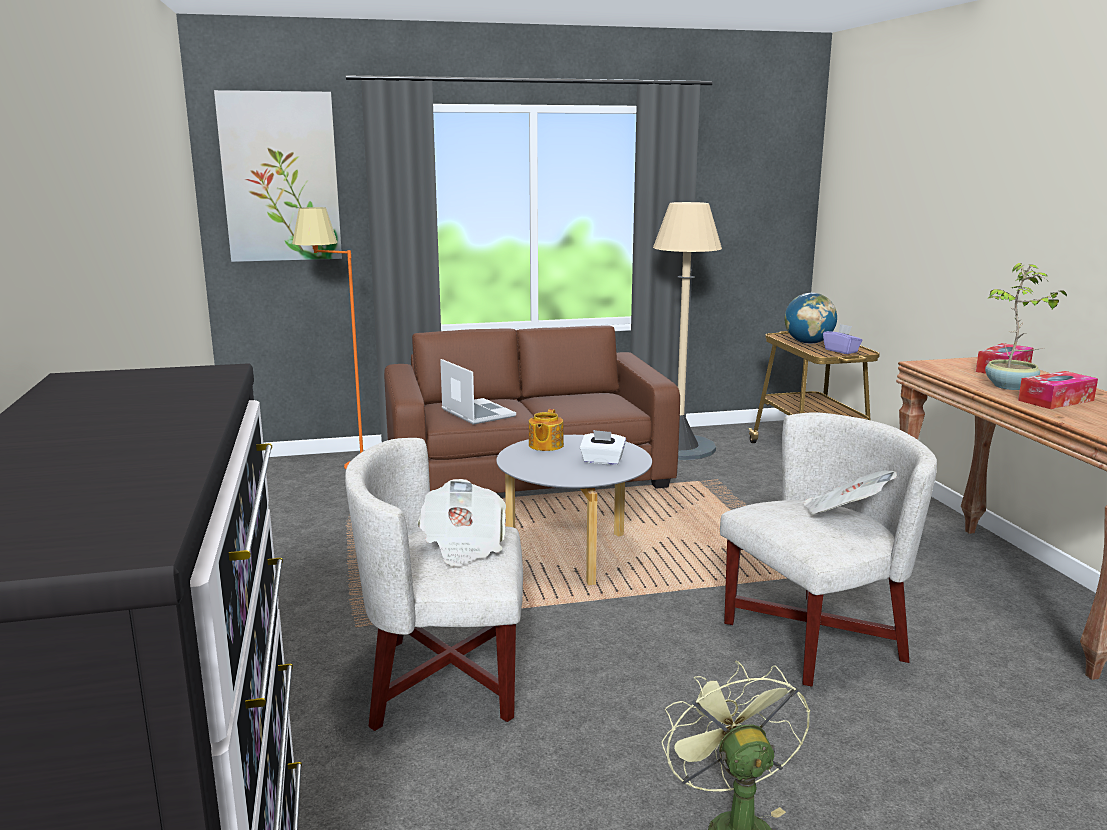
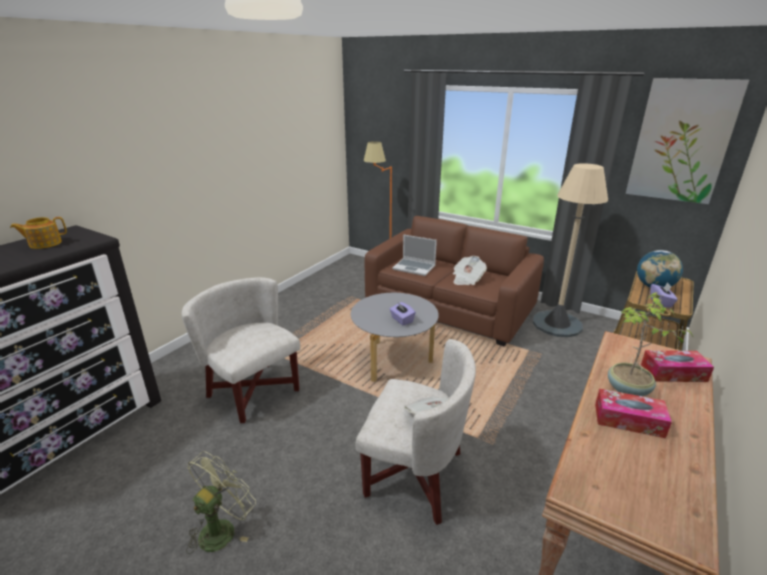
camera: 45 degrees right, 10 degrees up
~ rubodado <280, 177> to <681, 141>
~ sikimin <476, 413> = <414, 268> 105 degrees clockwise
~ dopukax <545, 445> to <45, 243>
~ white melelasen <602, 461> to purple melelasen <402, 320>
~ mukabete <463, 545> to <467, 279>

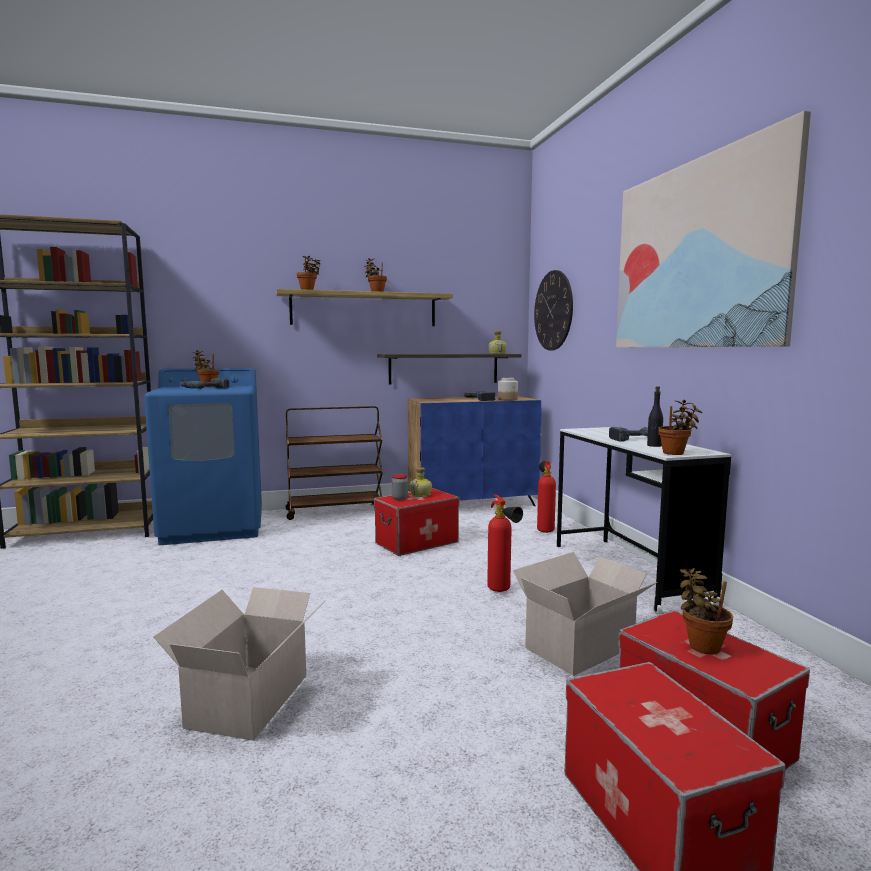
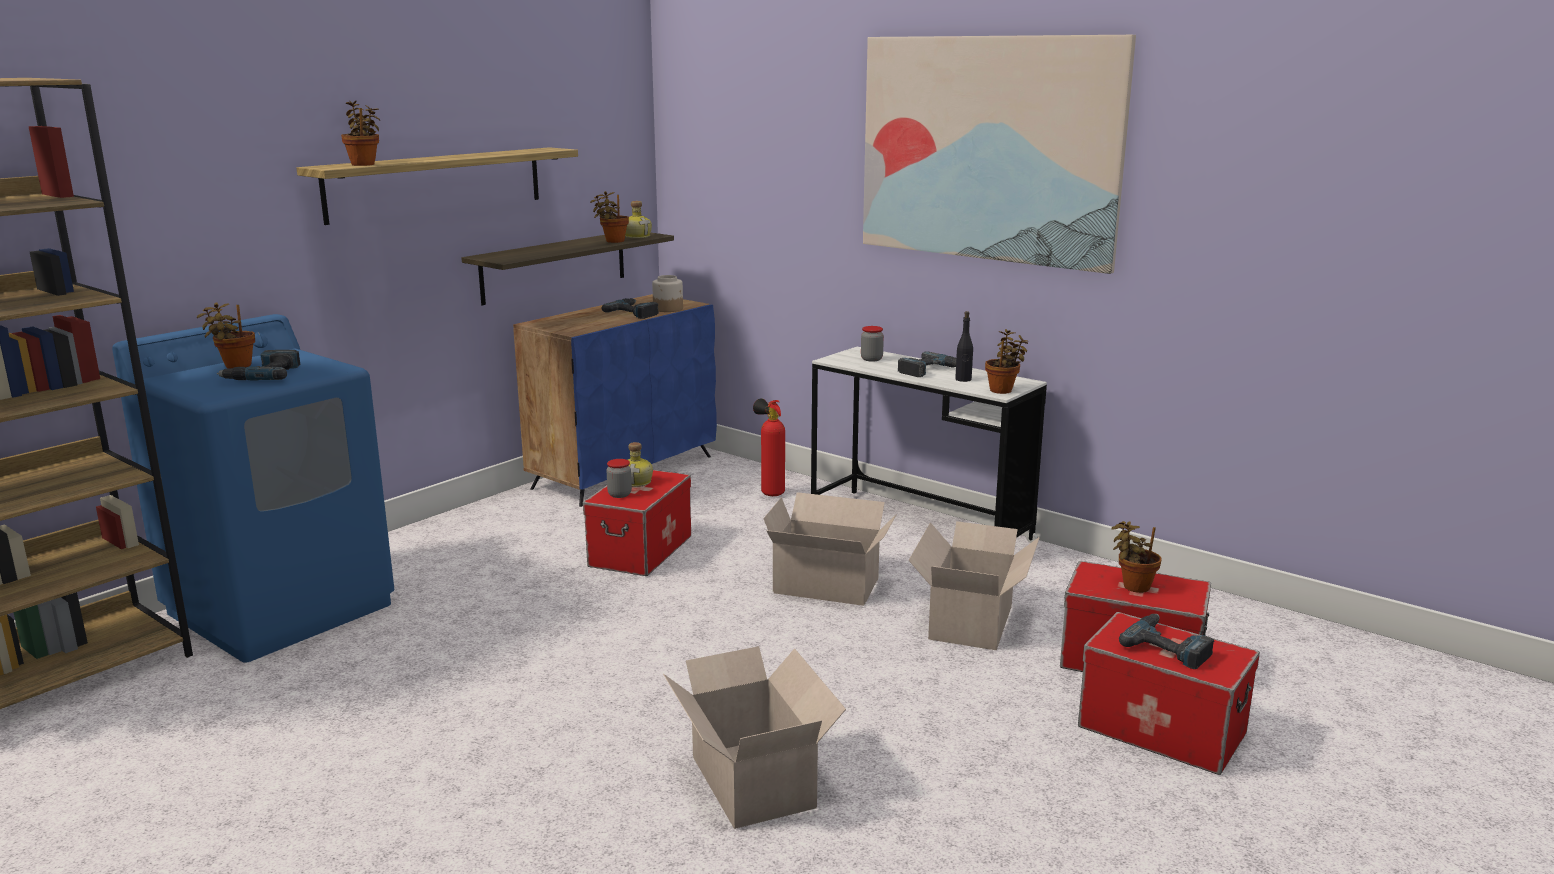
camera: 35 degrees left, 10 degrees up
~ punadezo <376, 292> to <612, 241>
- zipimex <553, 310>
- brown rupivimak <335, 511>
~ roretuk <502, 591> to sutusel <829, 586>
+ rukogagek <871, 359>
+ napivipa <1168, 647>

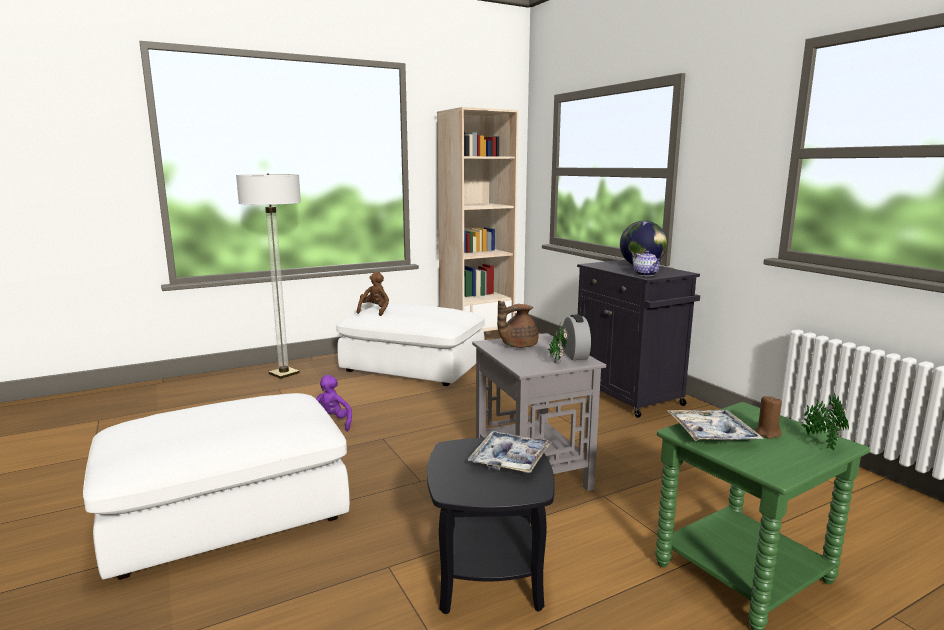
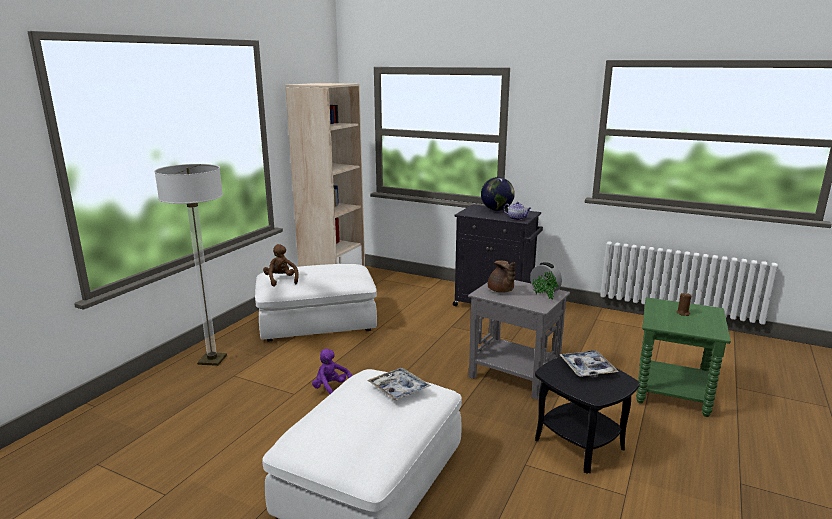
camera: 35 degrees left, 5 degrees up
~ brown dopukax <517, 345> = <501, 290> 45 degrees counterclockwise
- punadezo <821, 443>
~ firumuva <711, 433> to <398, 389>

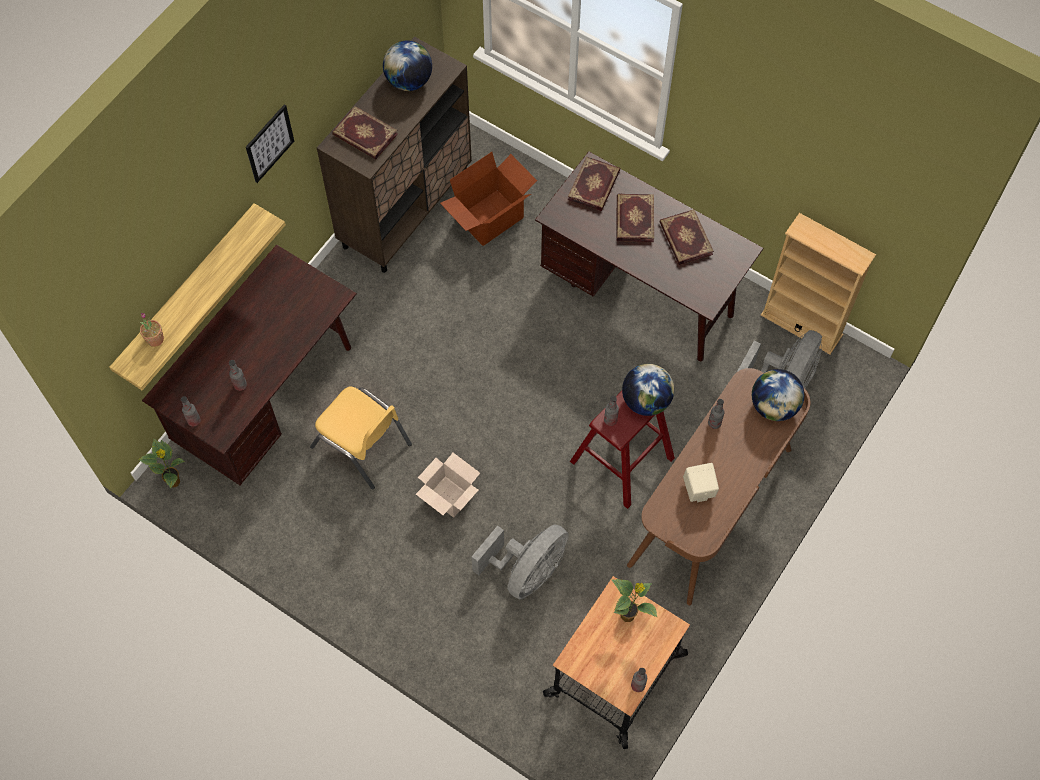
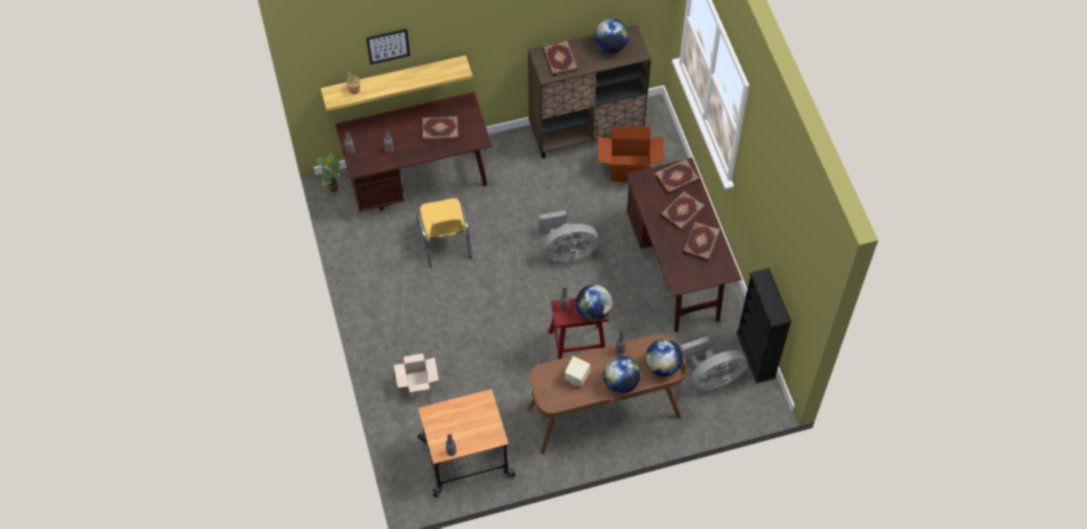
camera: 40 degrees right, 5 degrees down
~ rubodado <269, 143> to <388, 46>
~ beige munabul <801, 325> to black munabul <755, 355>
~ sutusel <448, 496> to <417, 383>
~ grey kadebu <527, 571> to <566, 251>
- punadezo <628, 615>
+ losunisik <440, 129>
+ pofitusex <621, 383>

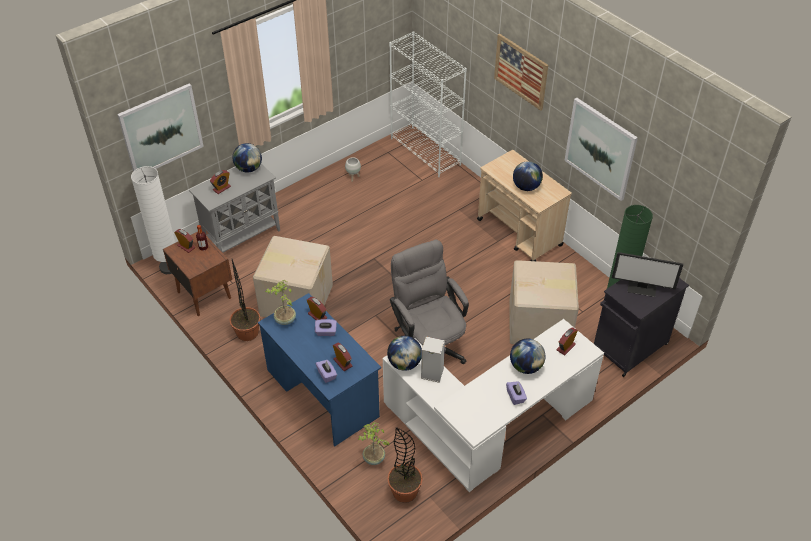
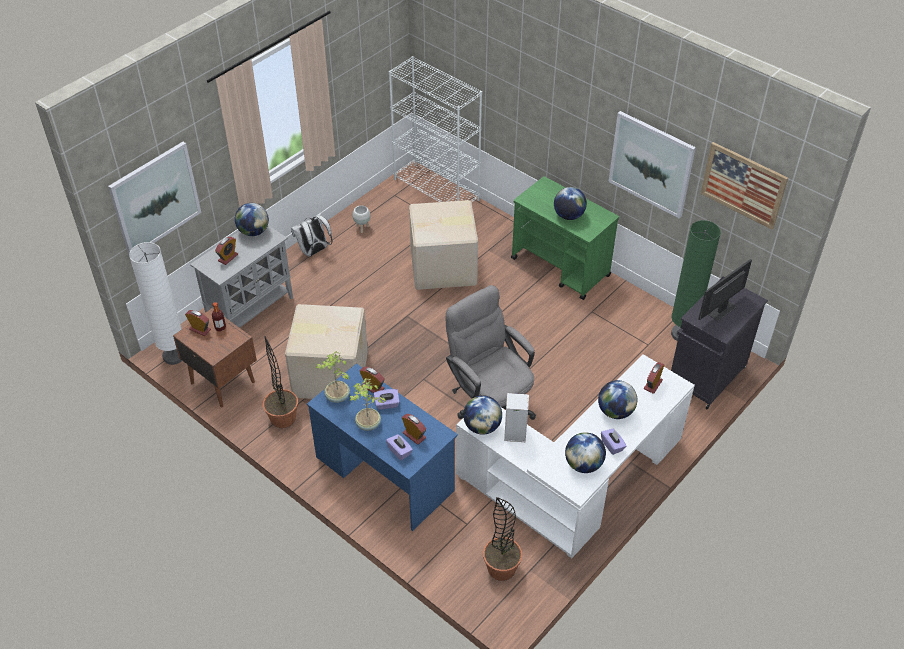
camera: 10 degrees left, 0 degrees up
~ rubodado <521, 71> to <743, 185>
~ beige rupivimak <519, 233> to green rupivimak <561, 267>
~ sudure <642, 288> = <720, 310> 135 degrees clockwise
~ sutusel <540, 324> to <444, 268>
~ punadezo <373, 459> to <368, 425>
+ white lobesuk <314, 251>
+ pofitusex <583, 464>

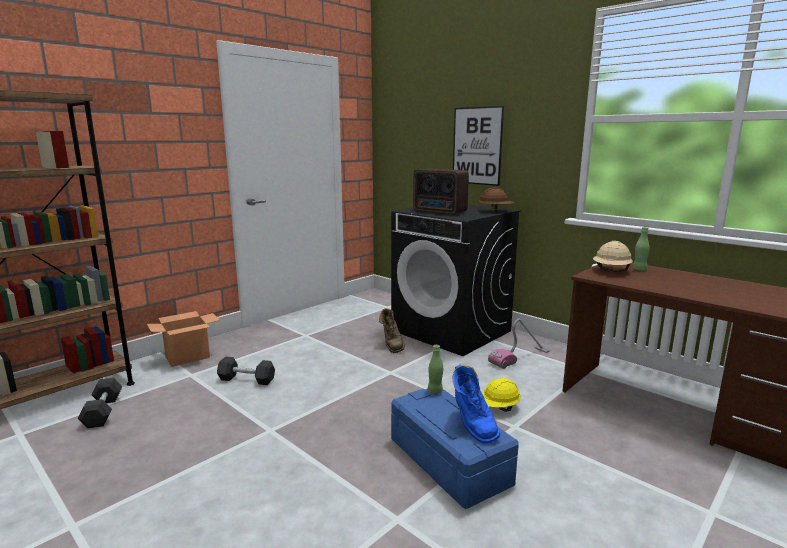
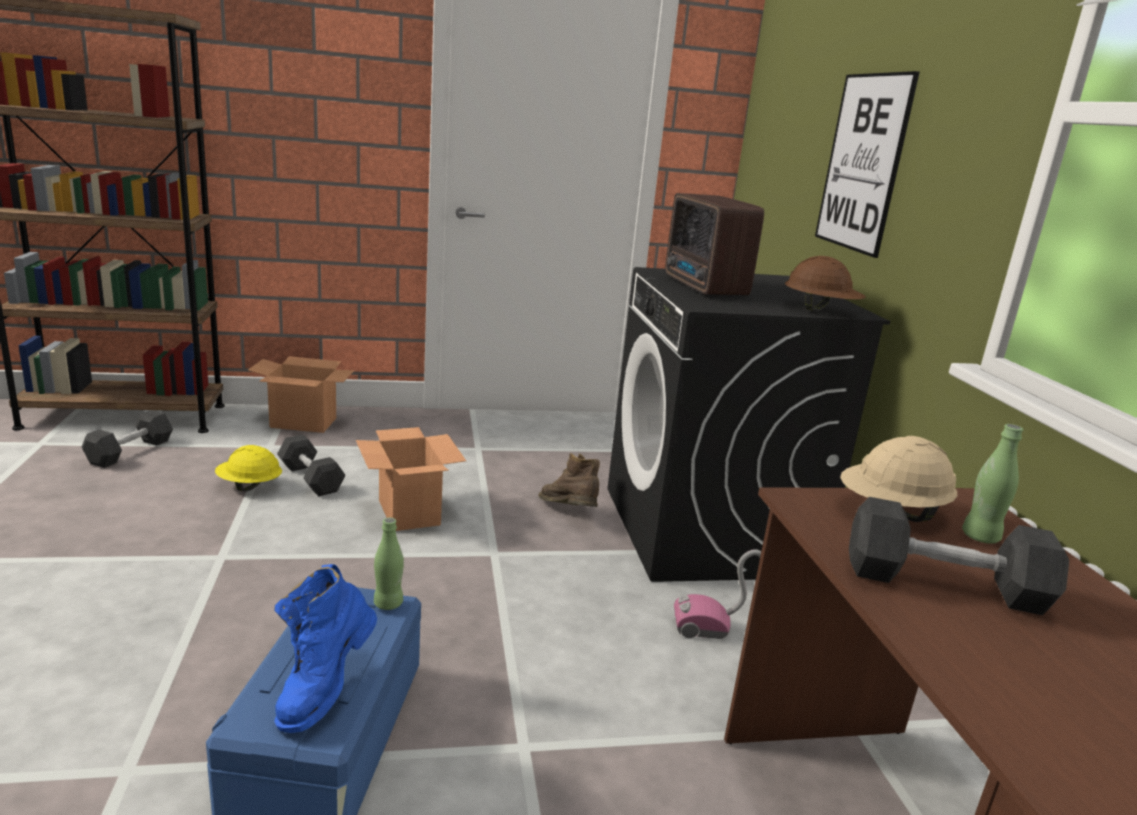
camera: 35 degrees right, 5 degrees up
~ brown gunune <392, 345> = <569, 513> 120 degrees clockwise
~ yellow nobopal <498, 408> to <249, 486>
+ sutusel <408, 512>
+ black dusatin <944, 584>

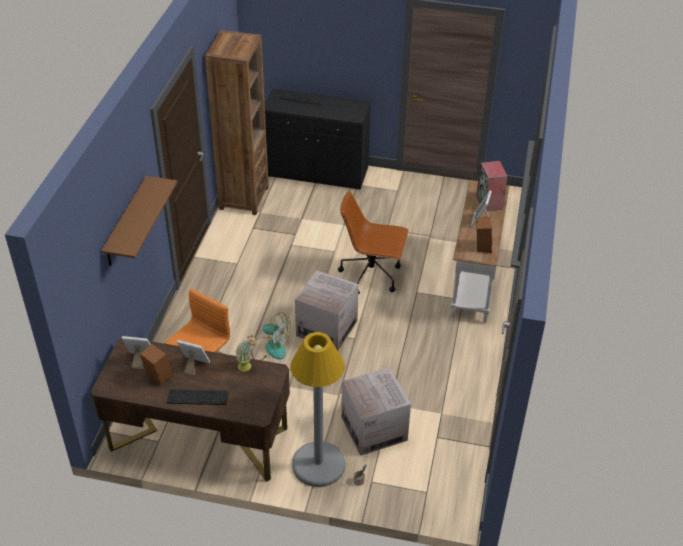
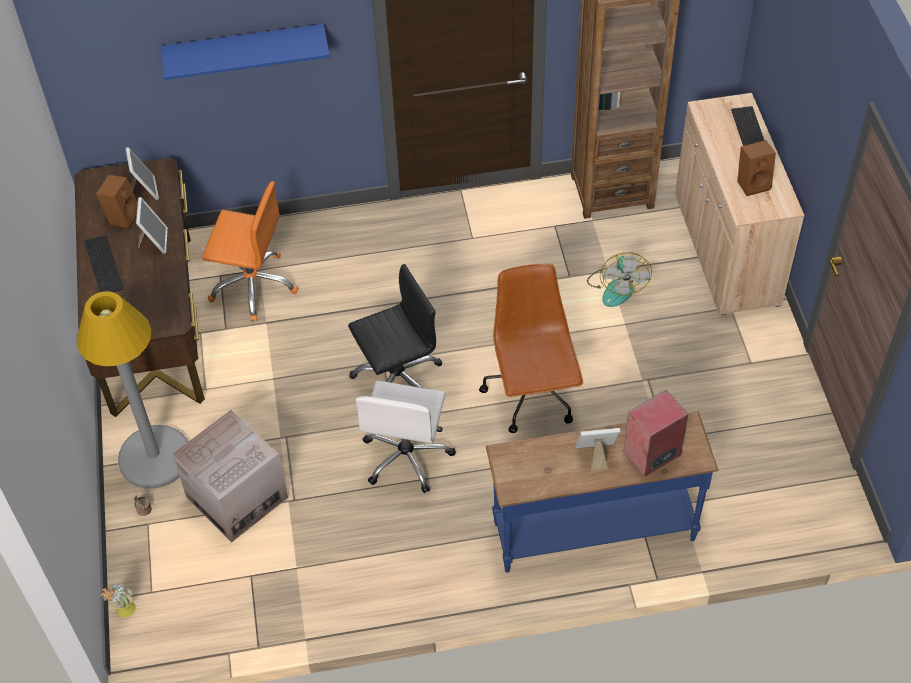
camera: 70 degrees right, 10 degrees up
~ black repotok <317, 172> to beige repotok <726, 249>
~ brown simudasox <126, 222> to blue simudasox <245, 49>
~ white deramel <474, 281> to blue deramel <593, 529>
~ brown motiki <481, 246> to <753, 183>
~ sutusel <327, 328> to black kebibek <398, 381>
~ kadebu <270, 348> to <616, 287>
~ punadezo <247, 367> to <125, 613>
+ white kebibek <407, 456>

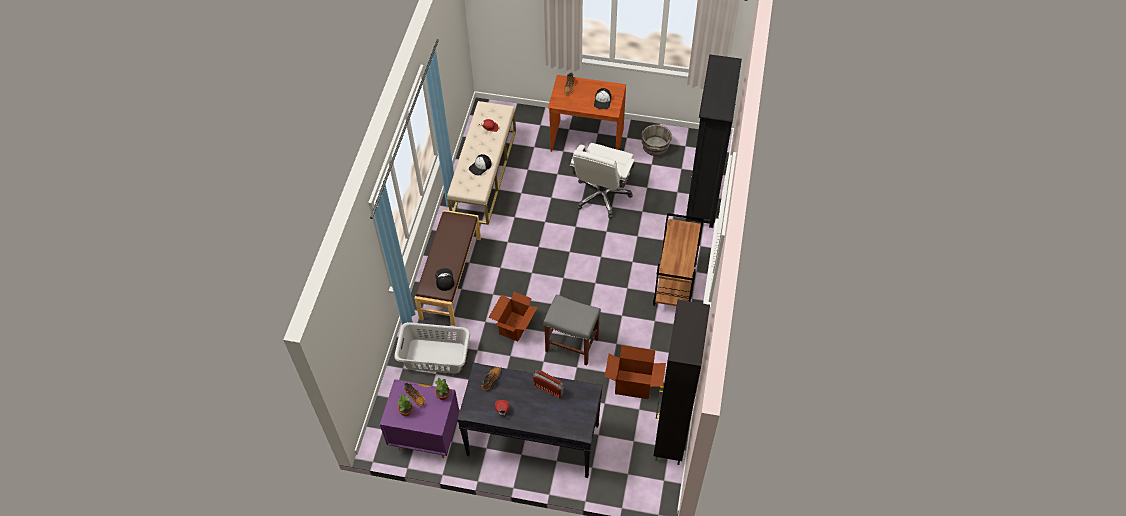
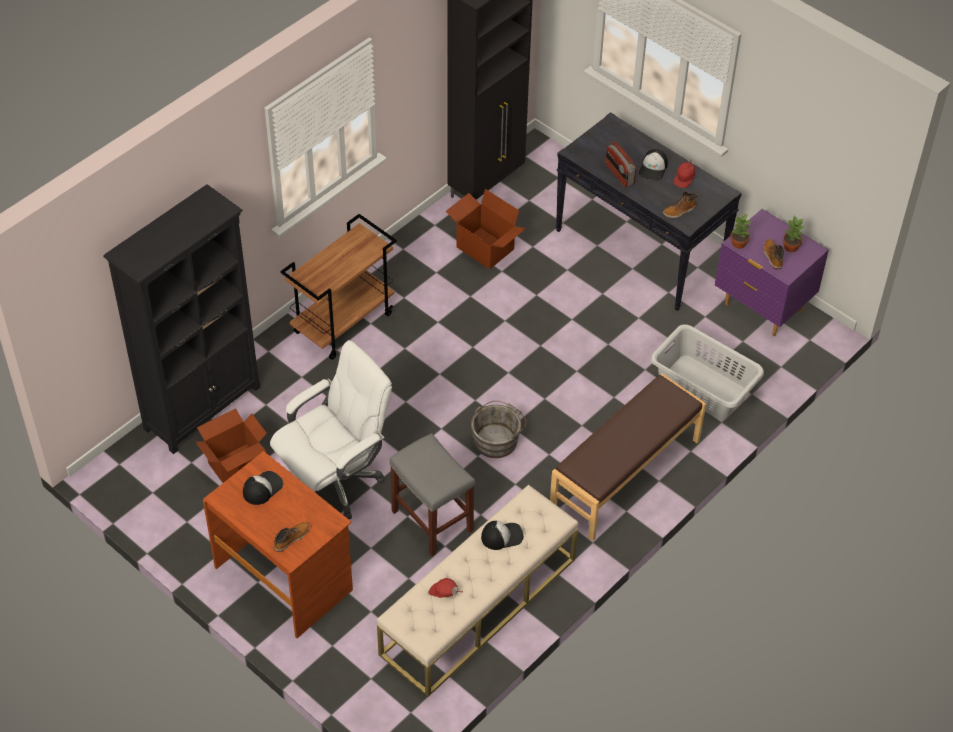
camera: 150 degrees left, 5 degrees down
~ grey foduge <655, 147> to <497, 439>
~ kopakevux <444, 279> to <653, 168>
~ sutusel <514, 326> to <235, 464>
~ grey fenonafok <571, 345> to <433, 521>

